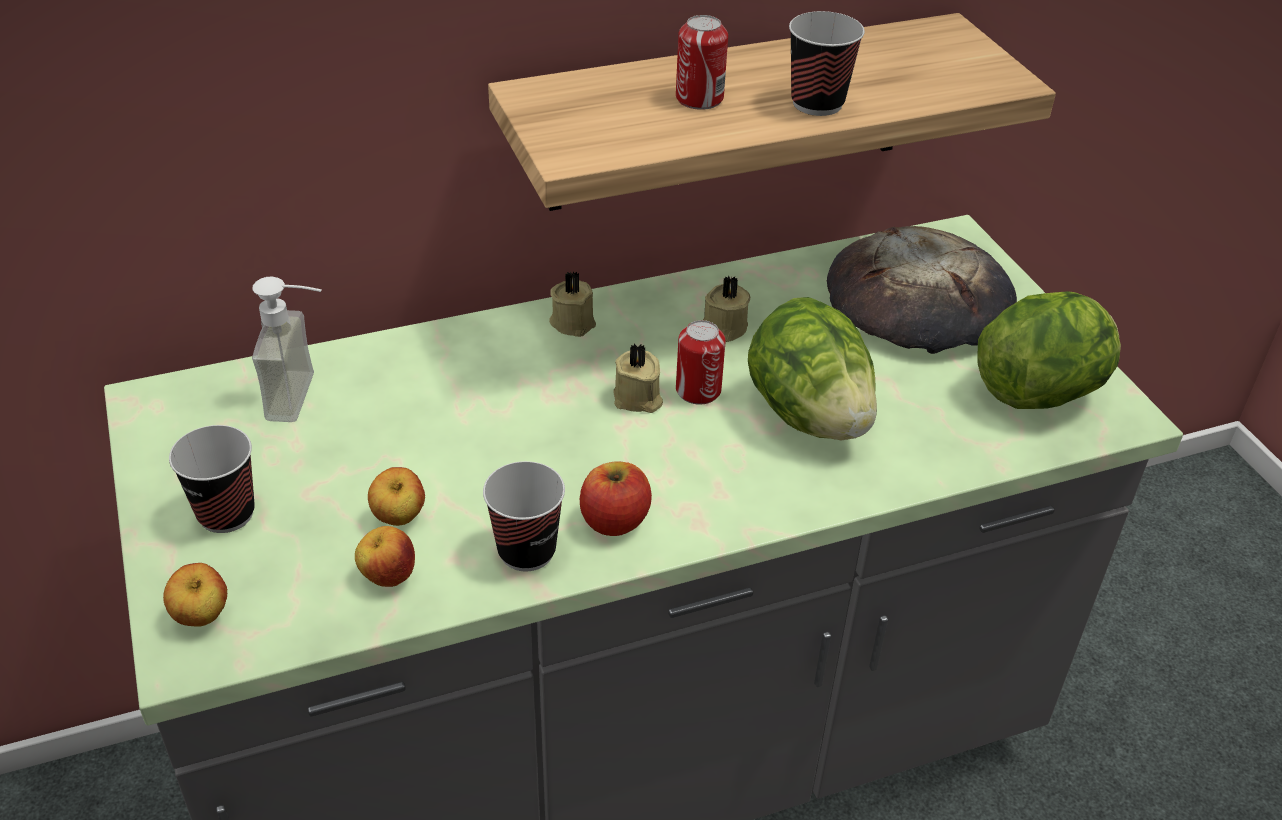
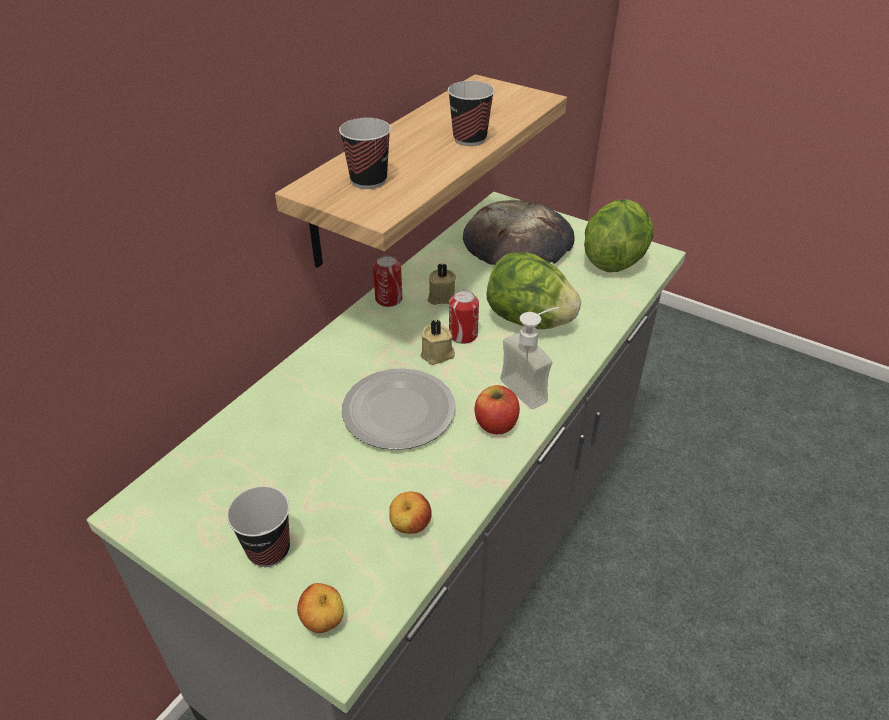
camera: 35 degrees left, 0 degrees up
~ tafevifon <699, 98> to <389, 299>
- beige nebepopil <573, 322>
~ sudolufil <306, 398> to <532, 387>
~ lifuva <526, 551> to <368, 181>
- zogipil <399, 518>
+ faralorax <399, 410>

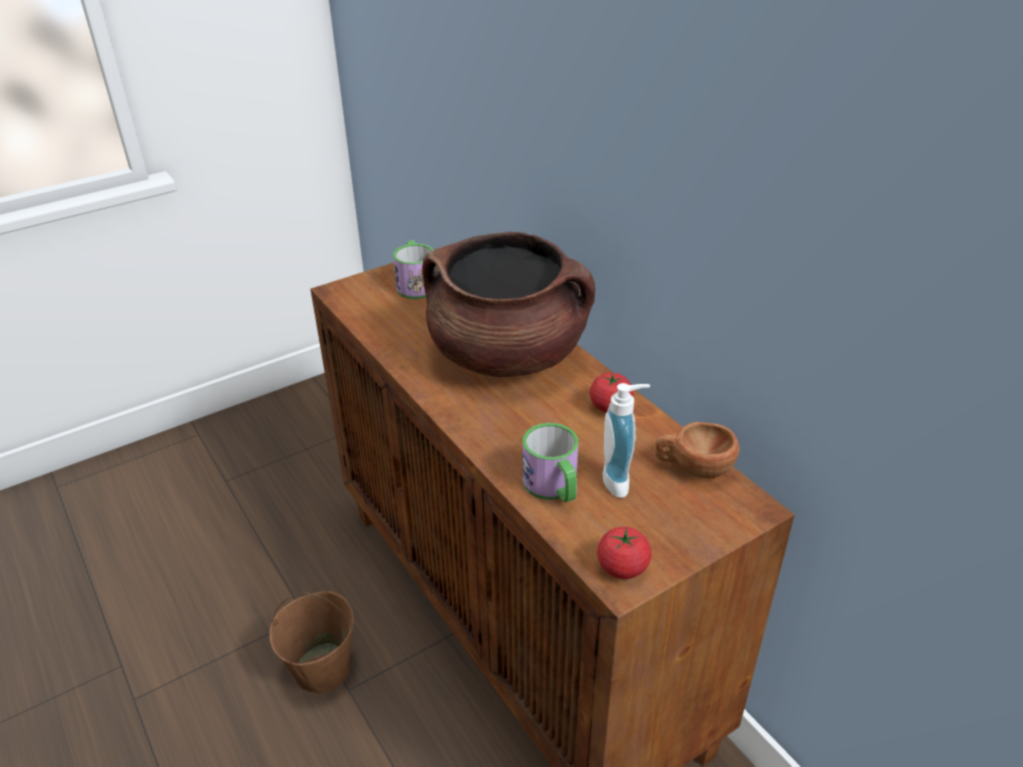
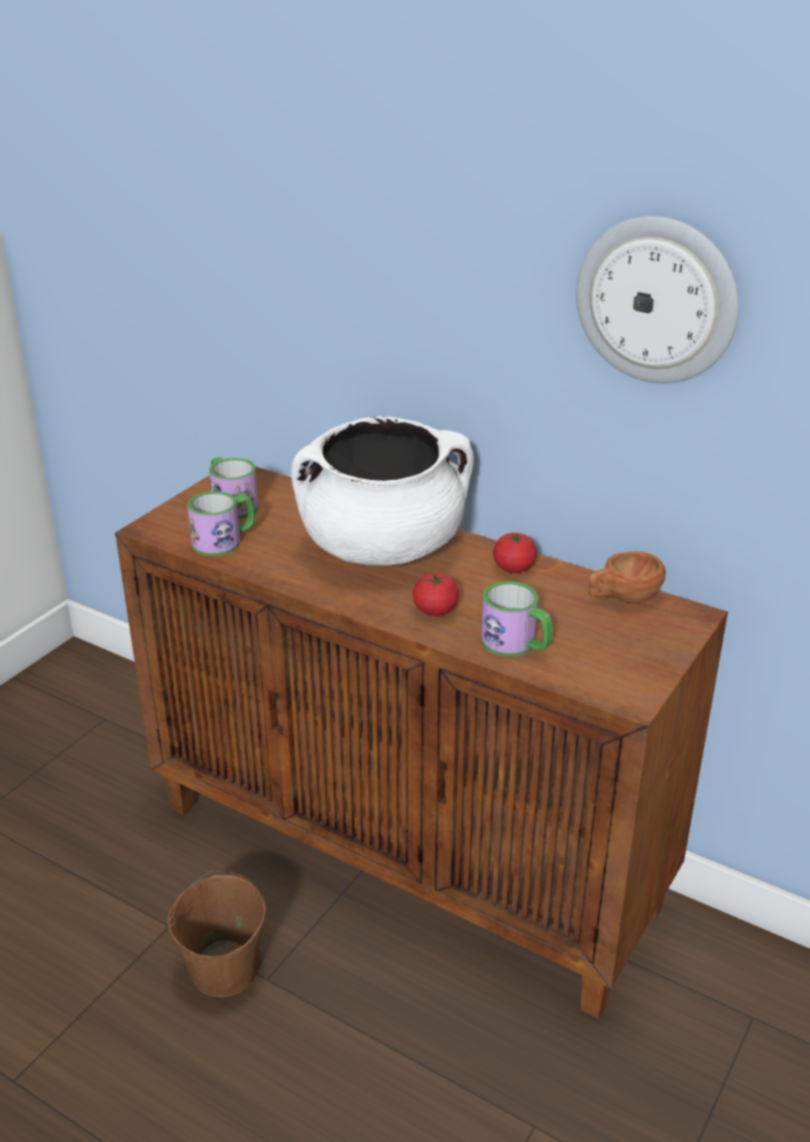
camera: 25 degrees left, 5 degrees down
~ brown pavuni <508, 356> to white pavuni <383, 548>
- sudolufil <621, 480>
~ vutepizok <622, 567> to <435, 610>
+ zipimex <657, 300>
+ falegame <224, 541>

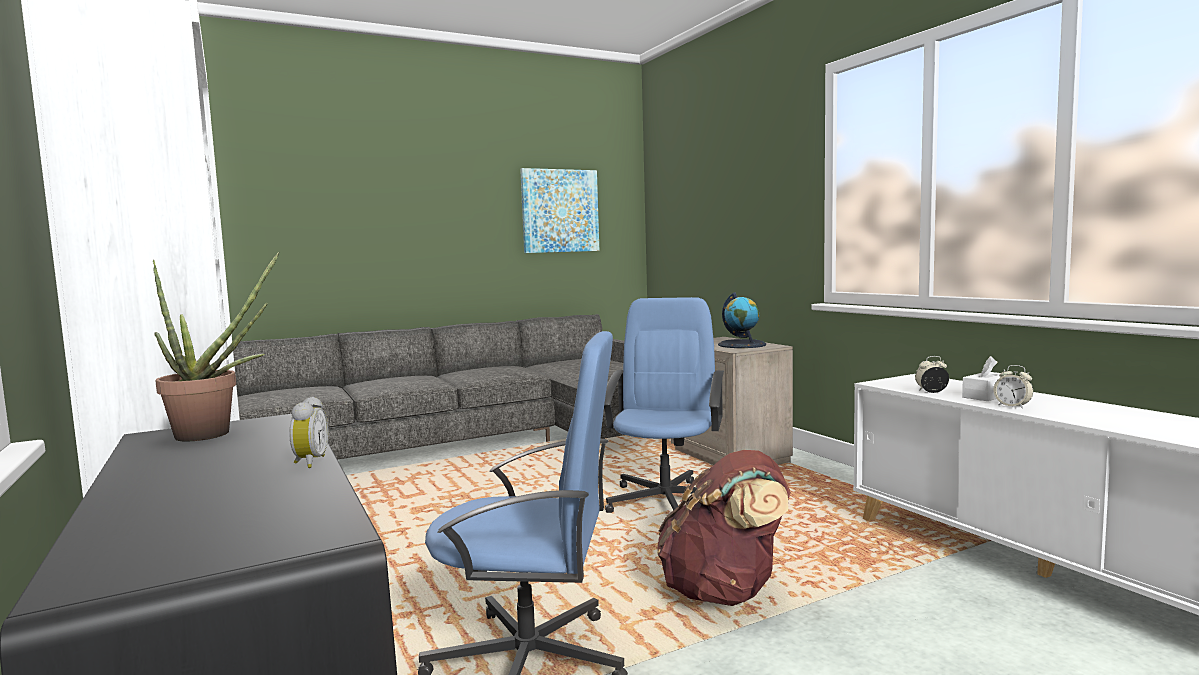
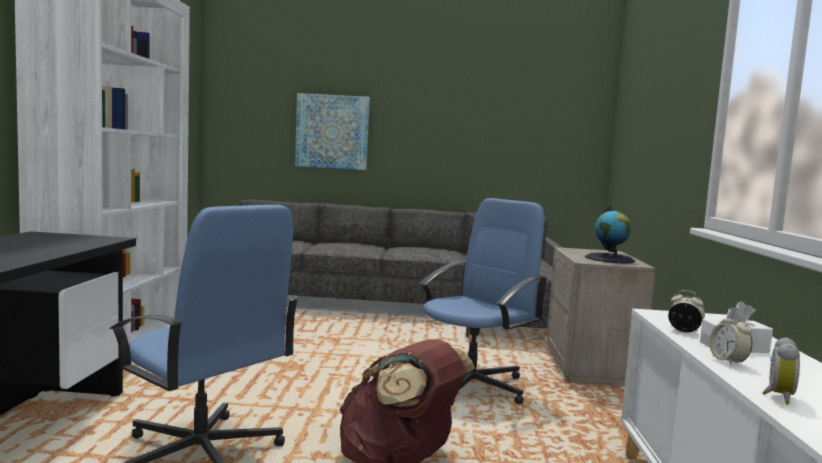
camera: 30 degrees right, 0 degrees up
~ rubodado <560, 211> to <332, 131>
- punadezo <215, 434>
~ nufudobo <308, 462> to <777, 397>

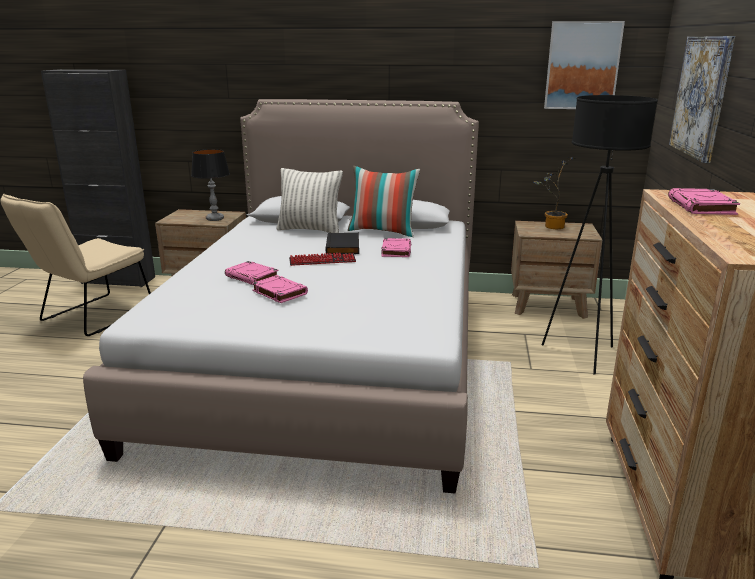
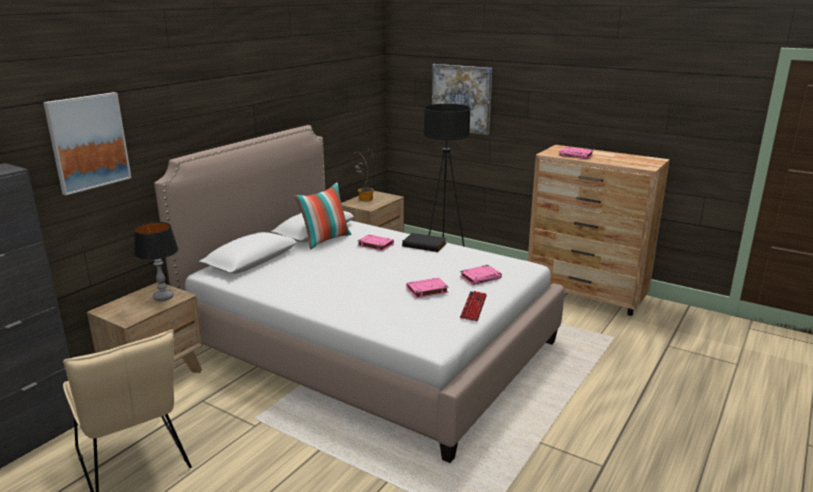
camera: 65 degrees left, 0 degrees up
~ rubodado <582, 66> to <88, 142>
- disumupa <310, 230>
~ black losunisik <344, 247> to <425, 244>
~ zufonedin <322, 261> to <473, 307>
~ pink losunisik <252, 277> to <480, 277>

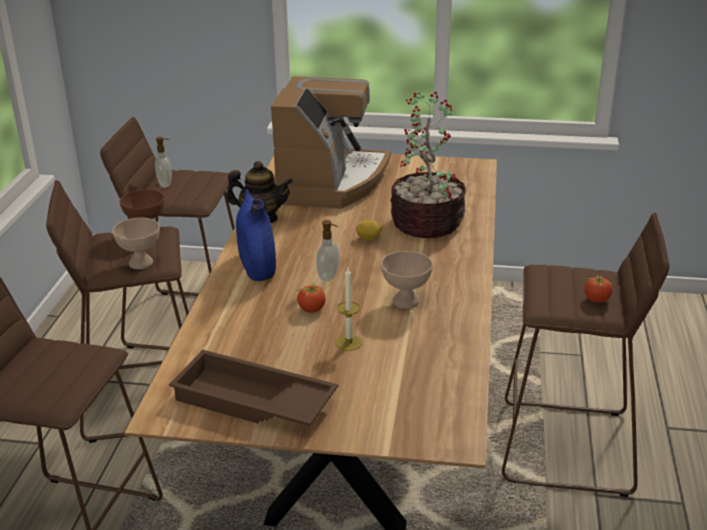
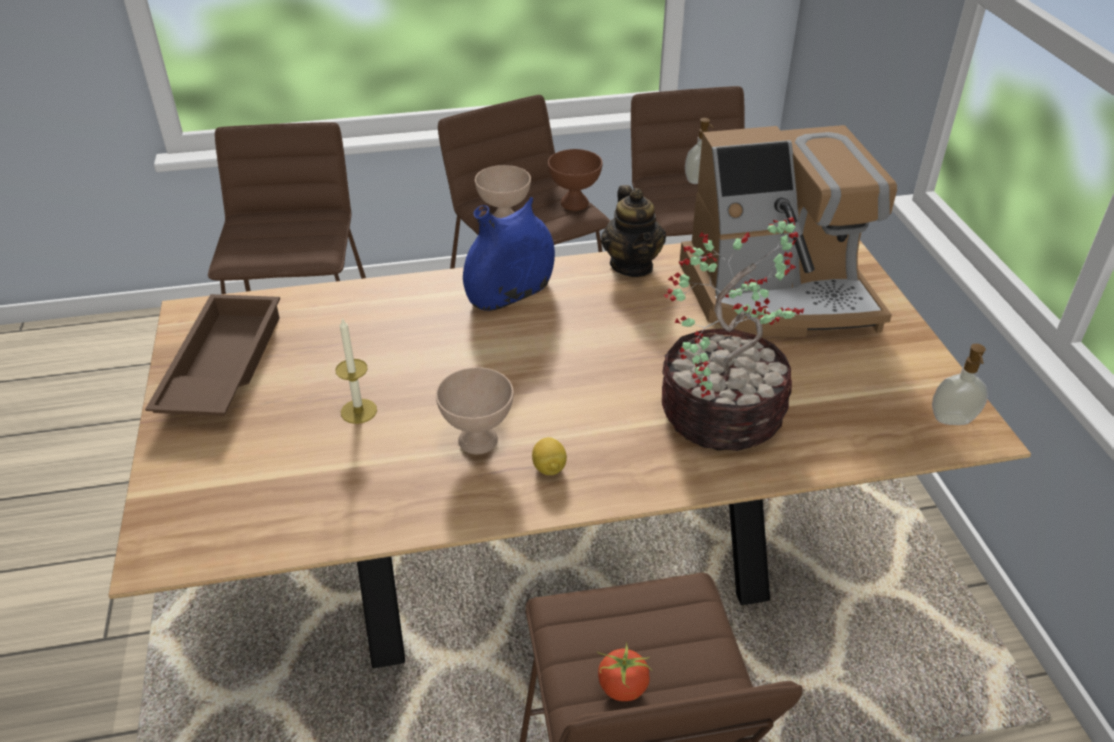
camera: 70 degrees right, 10 degrees up
~ sudolufil <329, 277> to <952, 421>
~ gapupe <369, 238> to <549, 468>
- vutepizok <312, 309>

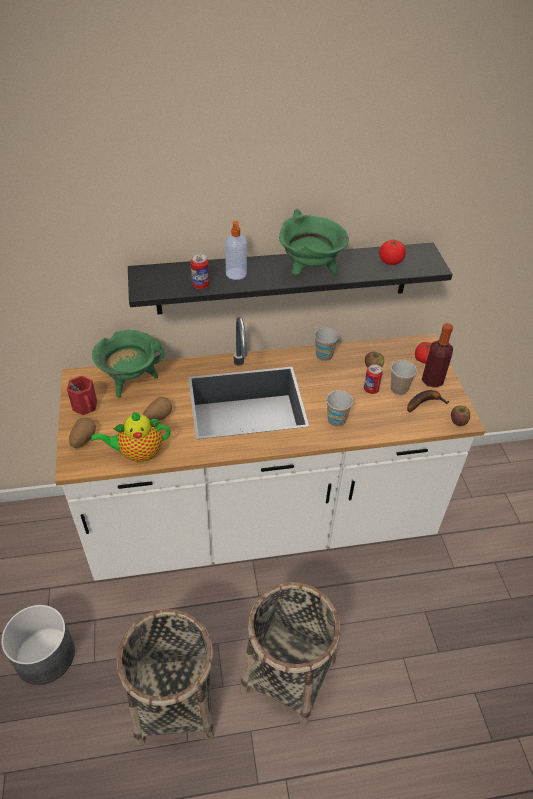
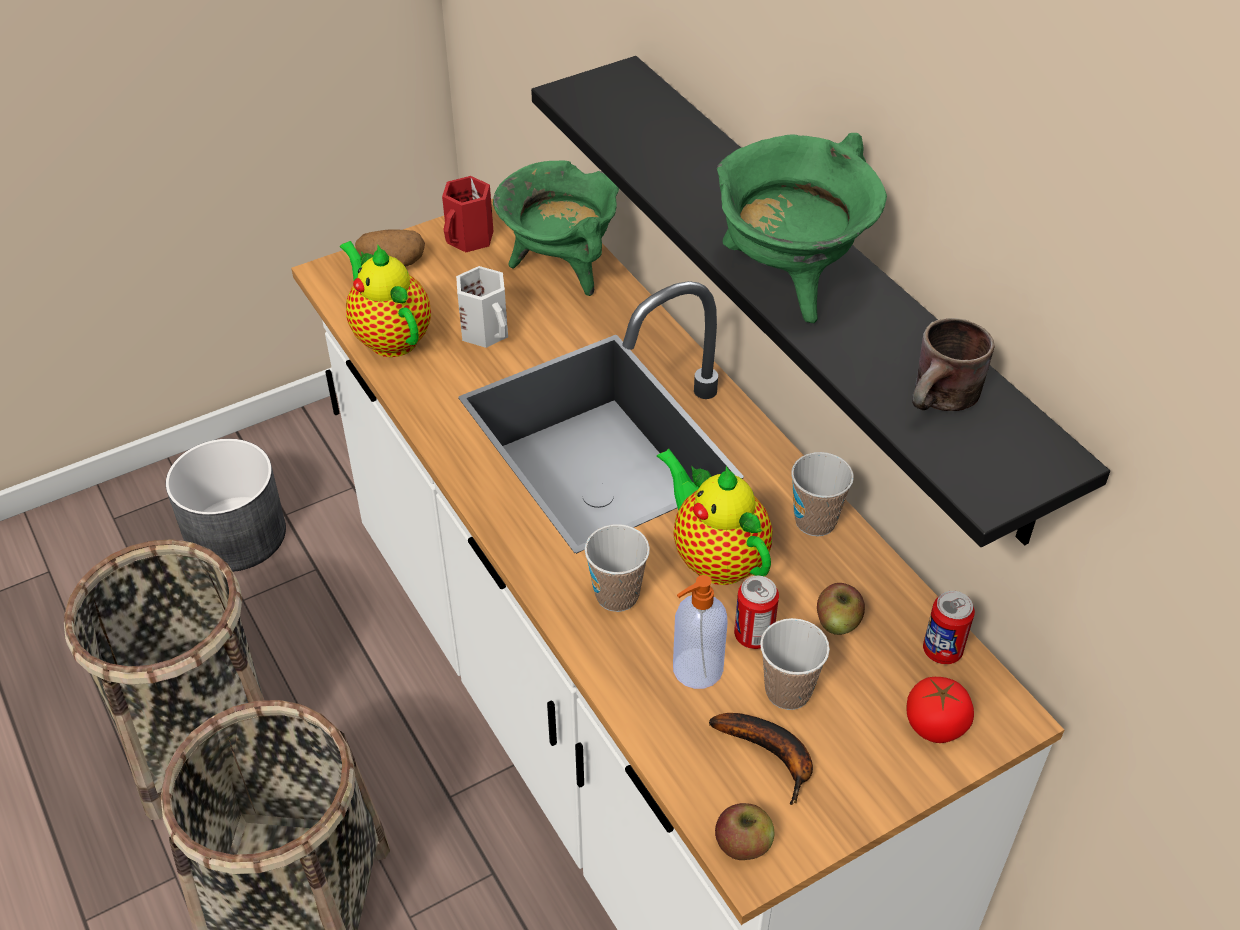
camera: 70 degrees right, 0 degrees up
~ sudolufil <236, 274> to <696, 670>
~ vutepizok <390, 261> to brown falegame <944, 402>
~ tafevifon <200, 285> to <942, 651>
- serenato <432, 380>
~ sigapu <157, 417> to white falegame <487, 330>
+ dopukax <715, 557>

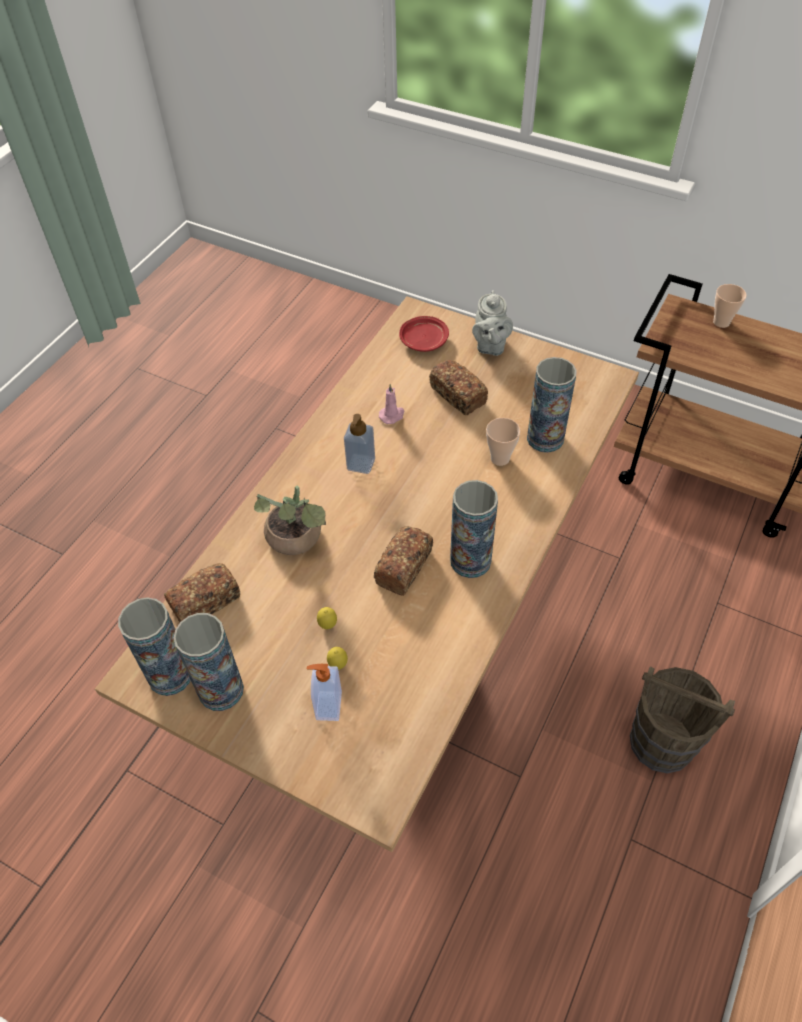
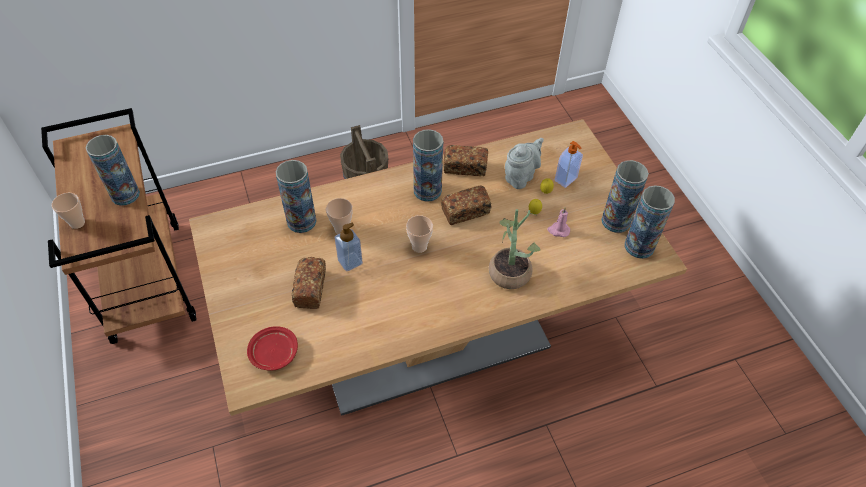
camera: 140 degrees left, 0 degrees up
~ grey dopukax <490, 346> to <521, 176>
~ pink nebepopil <392, 415> to <558, 230>
~ sudolufil <361, 464> to <350, 261>
~ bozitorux <205, 602> to <465, 167>
+ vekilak <125, 195>
+ lifuva <419, 246>

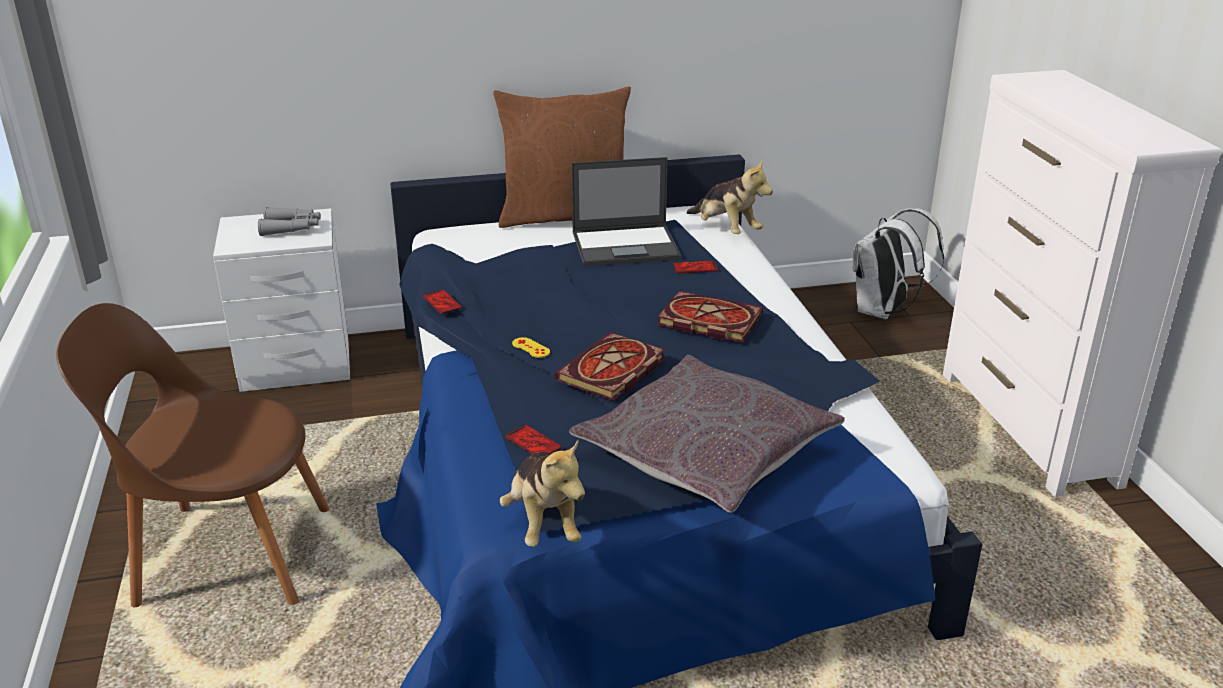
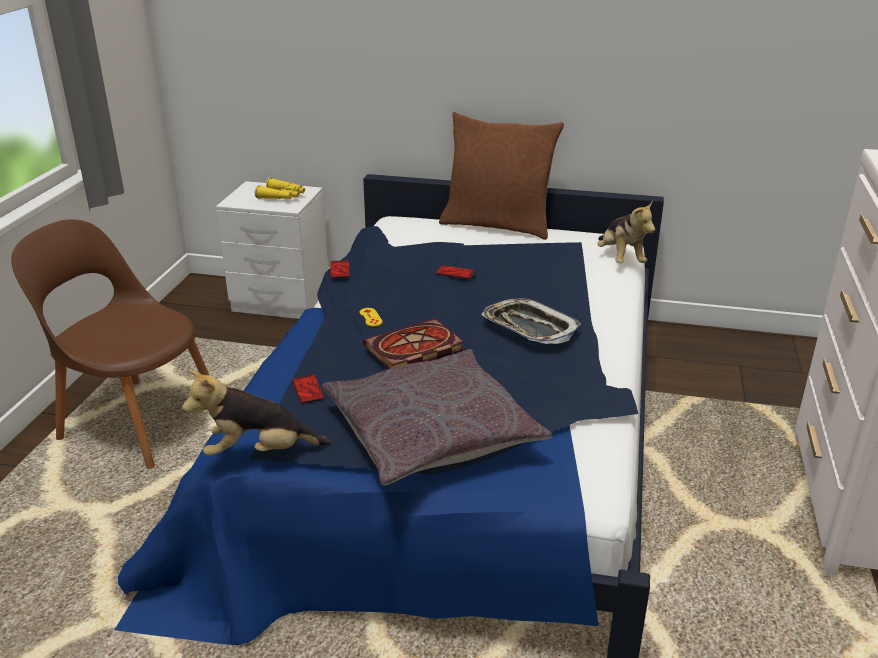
camera: 25 degrees right, 0 degrees up
- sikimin <627, 246>
~ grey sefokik <292, 228> to yellow sefokik <282, 196>
- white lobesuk <883, 312>
~ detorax <695, 268> to <455, 273>
~ losunisik <706, 321> to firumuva <529, 328>
~ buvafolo <543, 523> = <258, 452> 75 degrees clockwise

